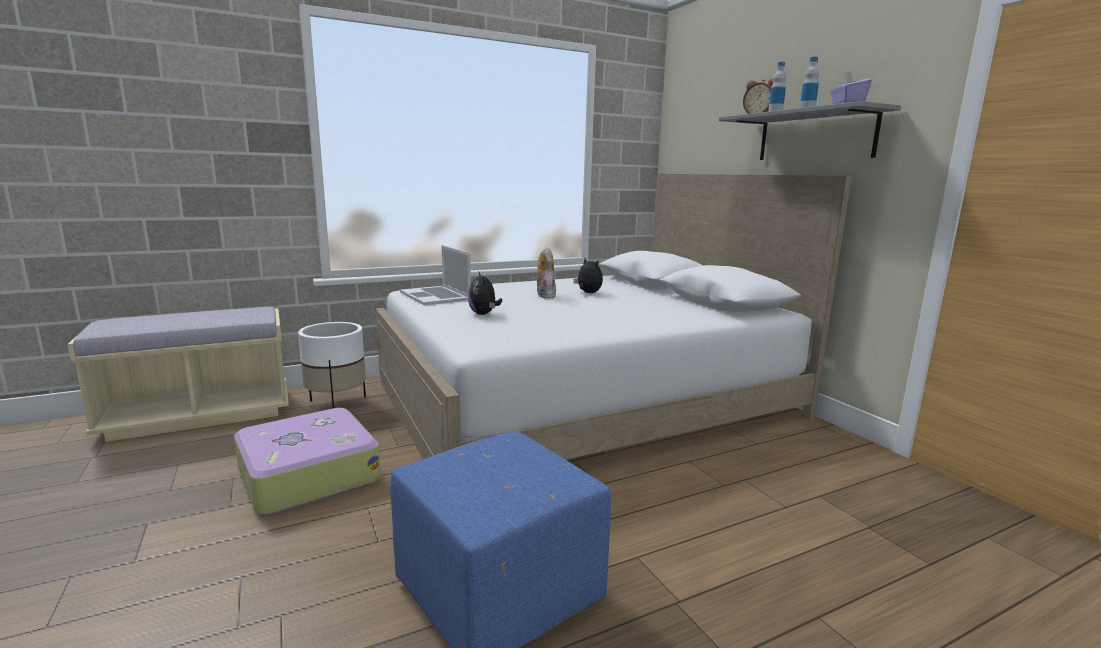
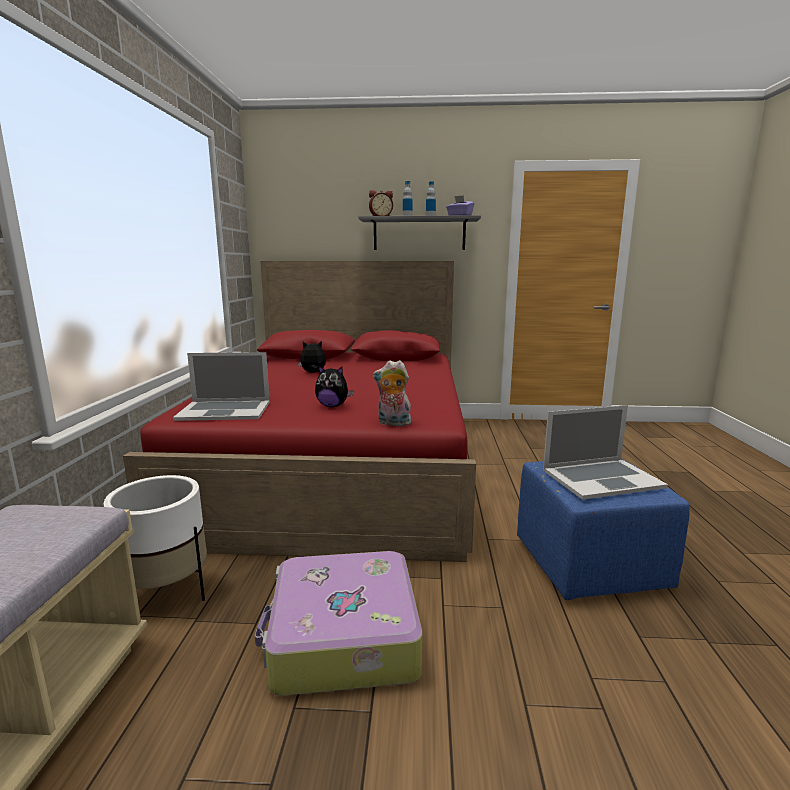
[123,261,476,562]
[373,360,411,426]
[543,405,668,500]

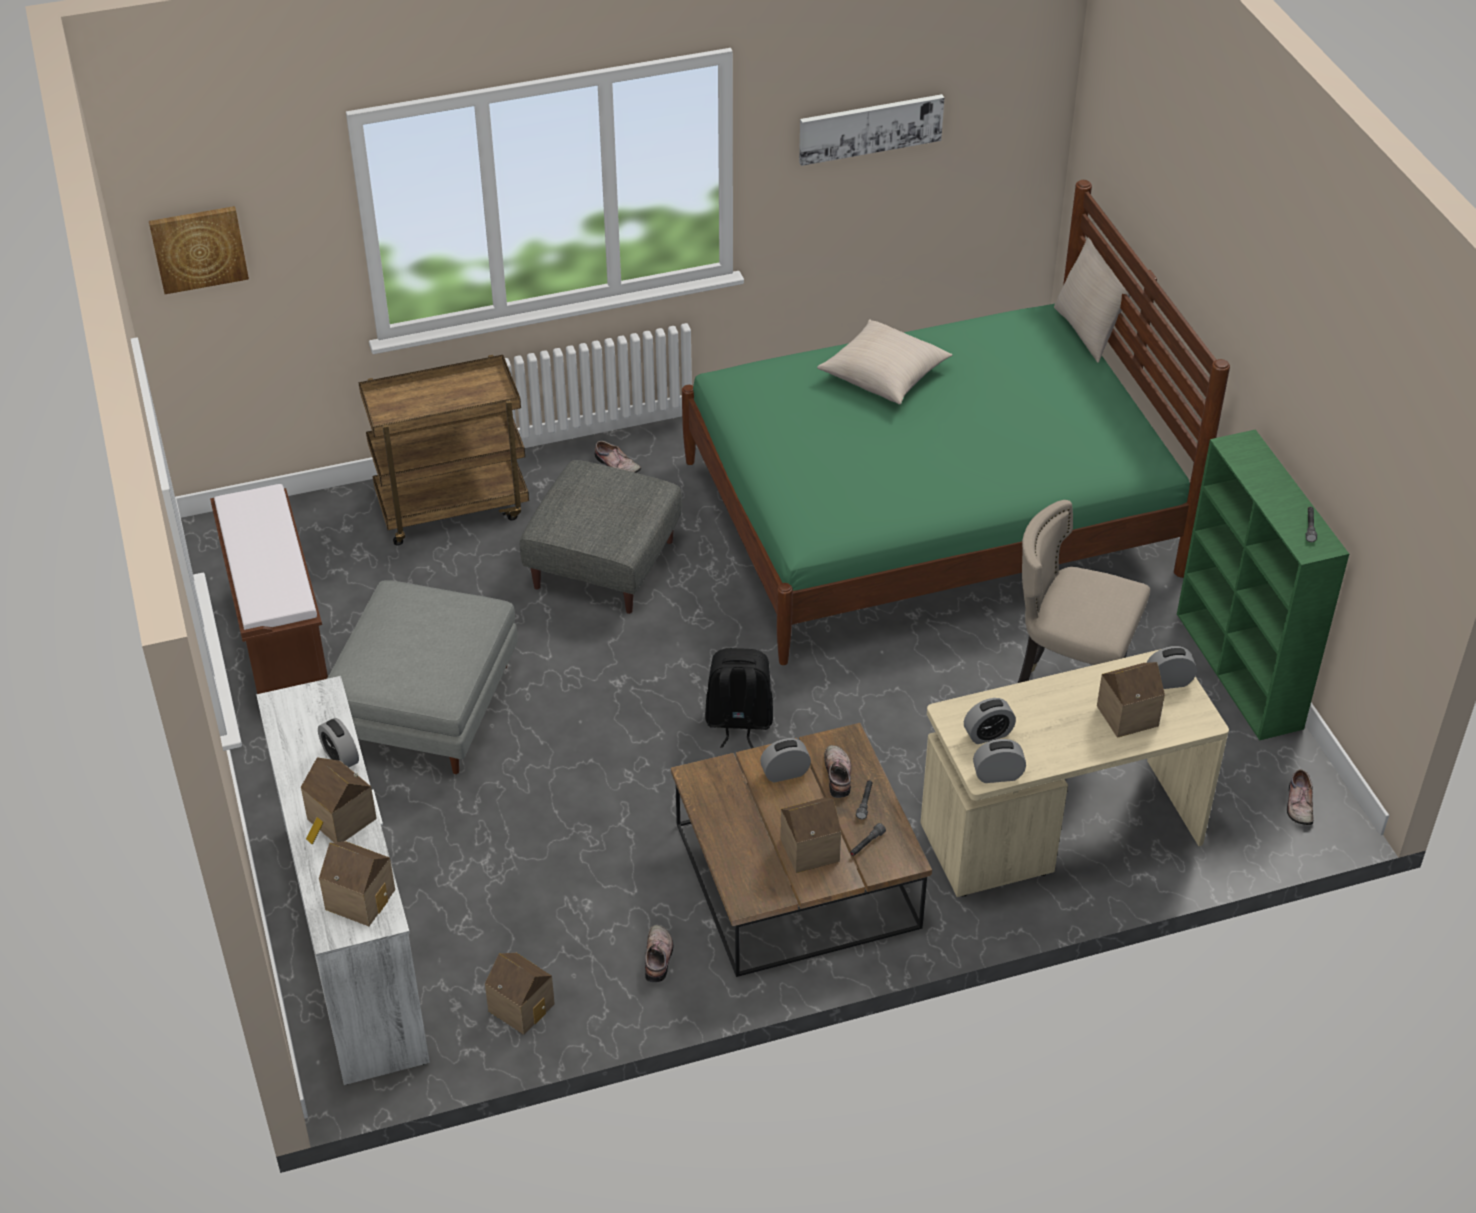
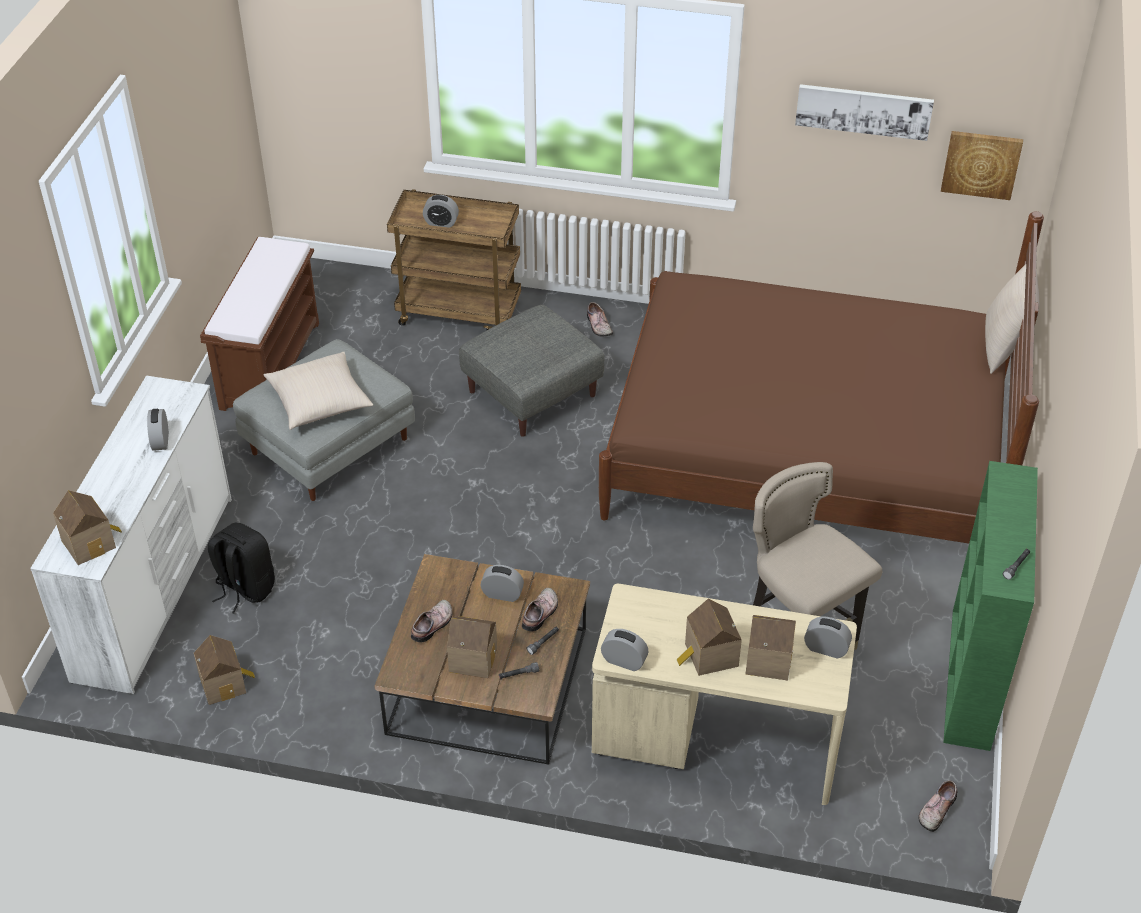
[208,522,275,613]
[264,352,373,430]
[411,600,453,642]
[423,195,459,228]
[599,211,1044,543]
[676,599,742,676]
[941,131,1023,200]

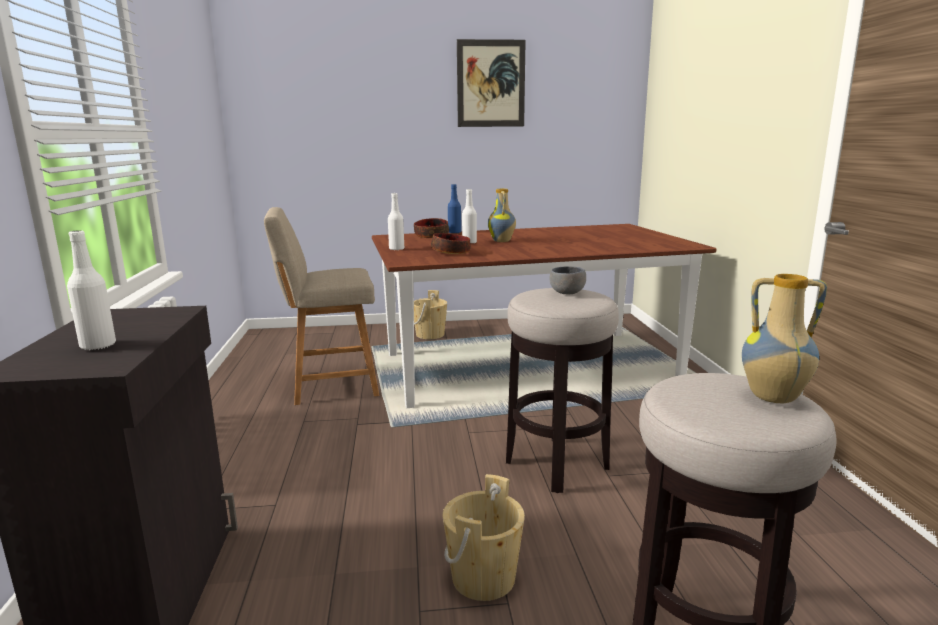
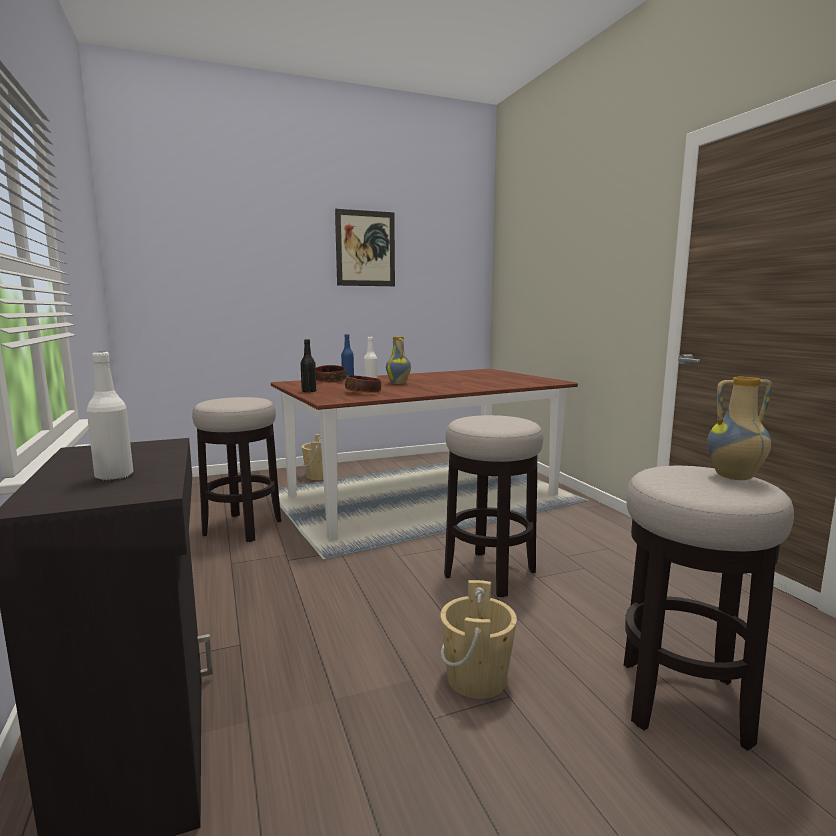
[192,397,281,542]
[301,339,316,393]
[549,266,586,294] (first image)

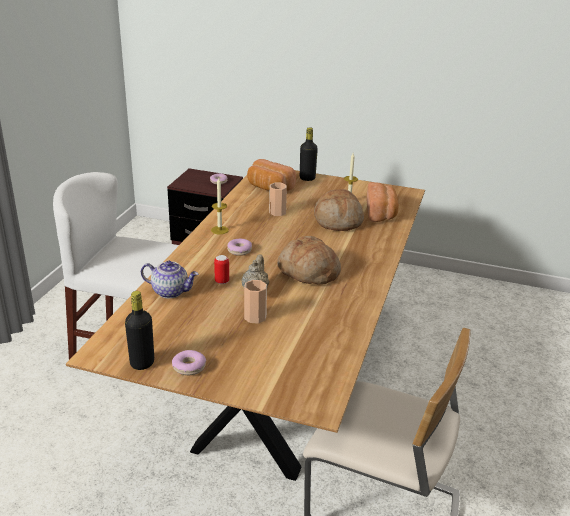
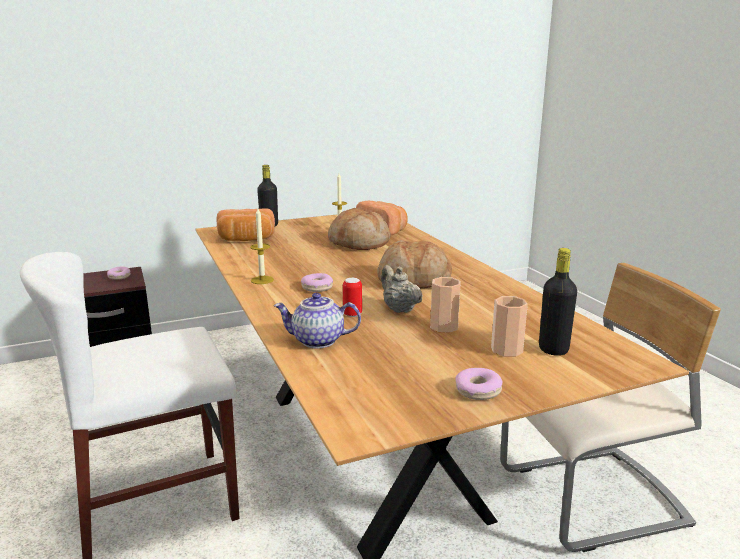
[274,293,361,348]
[491,296,528,357]
[539,248,577,356]

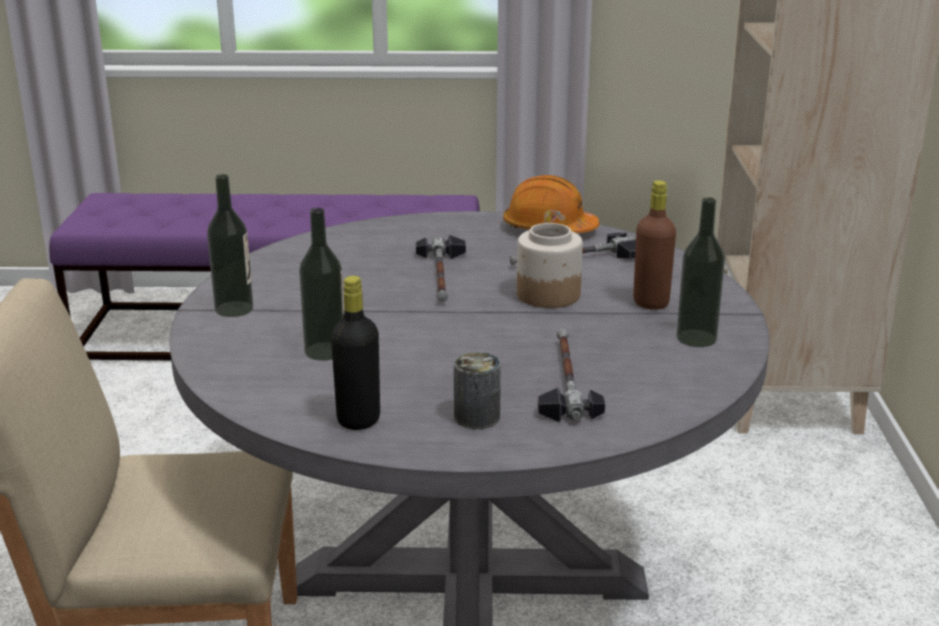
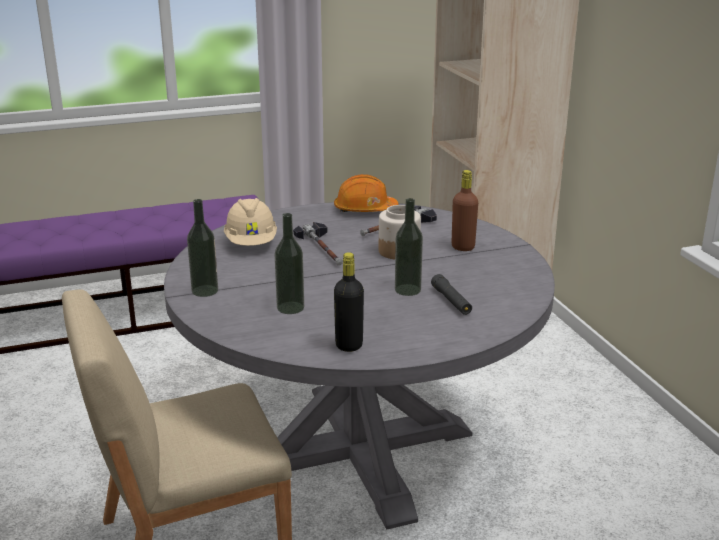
[224,198,277,246]
[395,198,423,296]
[431,274,472,315]
[454,352,501,429] (first image)

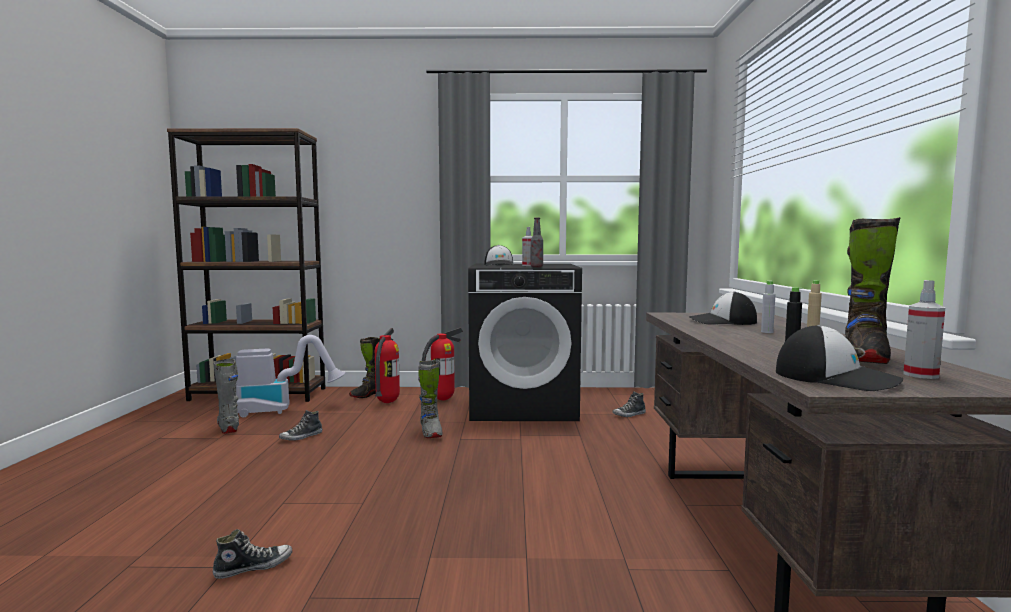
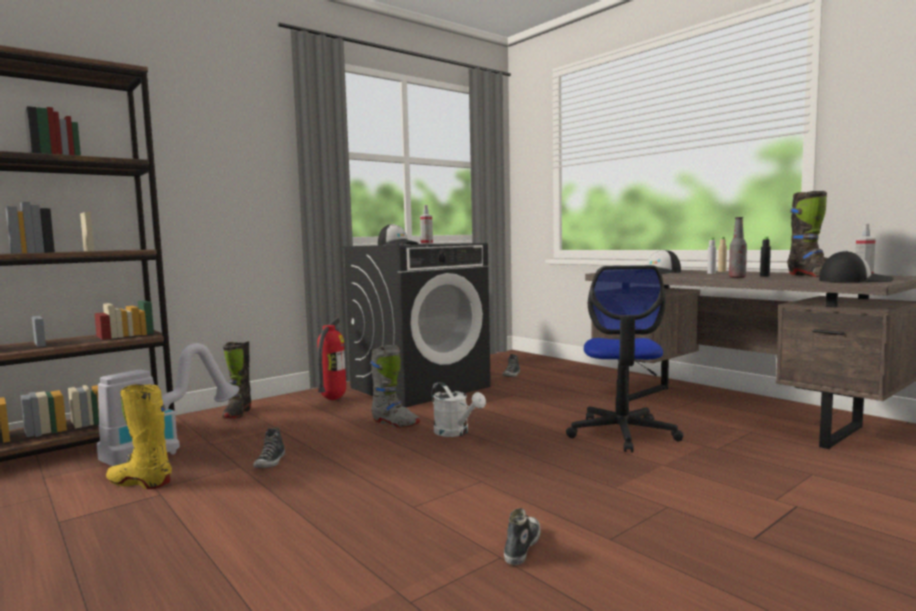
[106,384,172,489]
[432,382,486,437]
[566,265,684,453]
[729,217,747,278]
[375,328,400,403] (first image)

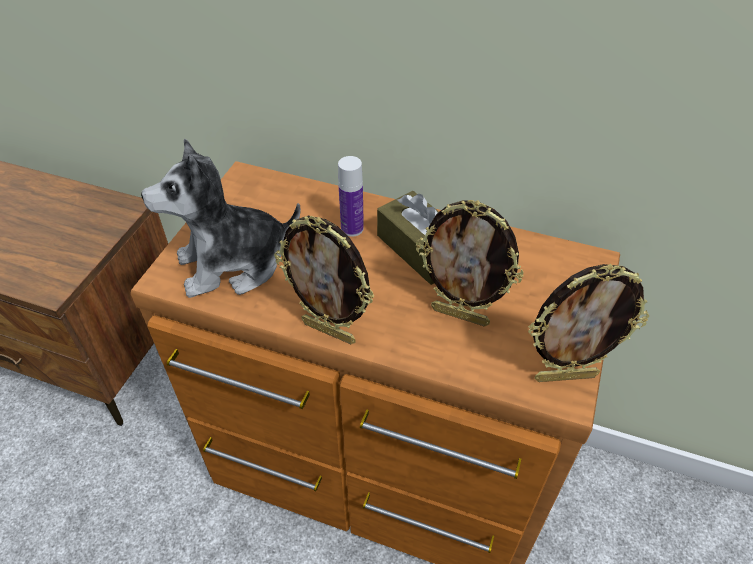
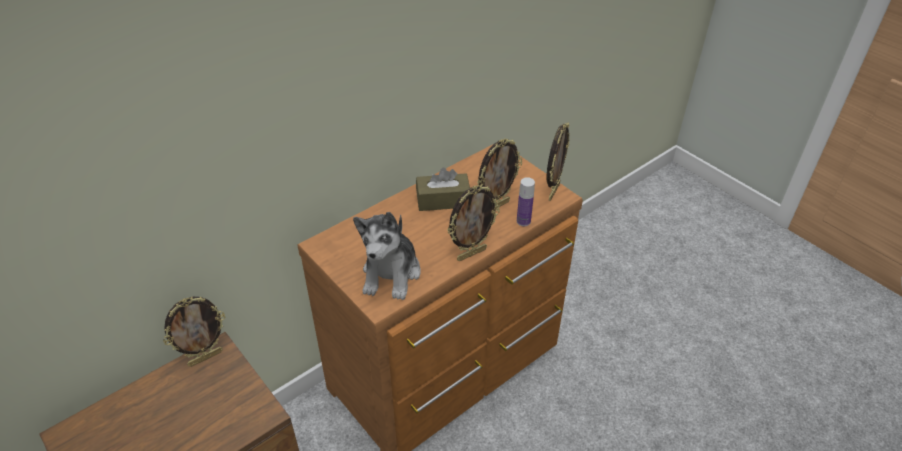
[163,296,225,367]
[517,177,535,226]

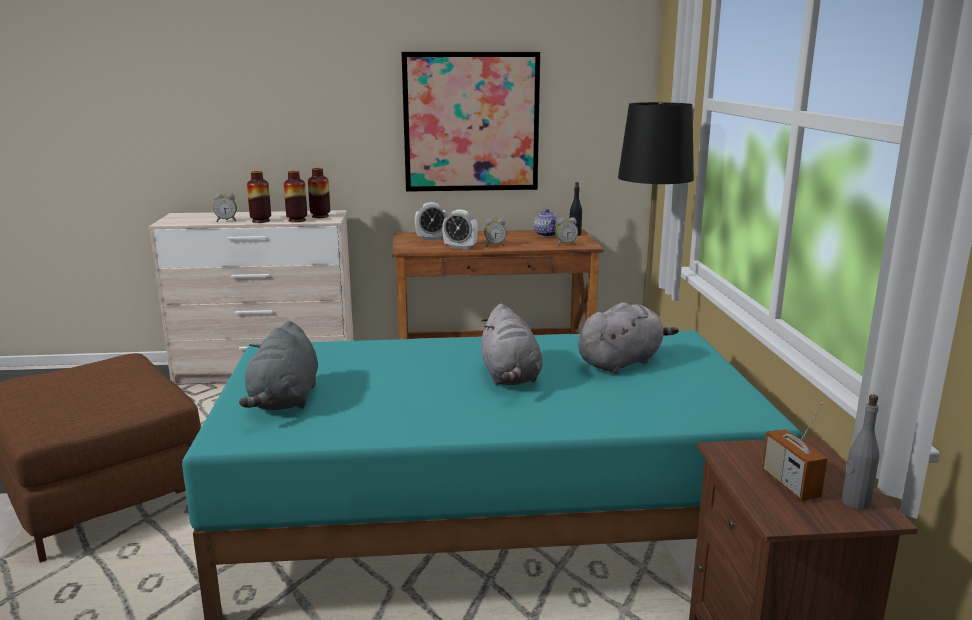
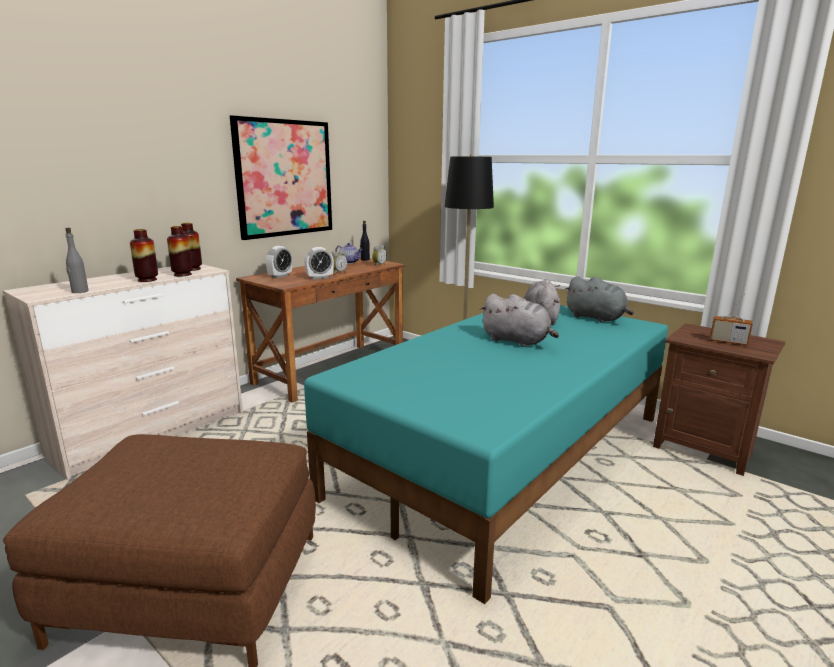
[65,228,89,293]
[564,276,634,323]
[213,193,237,222] (first image)

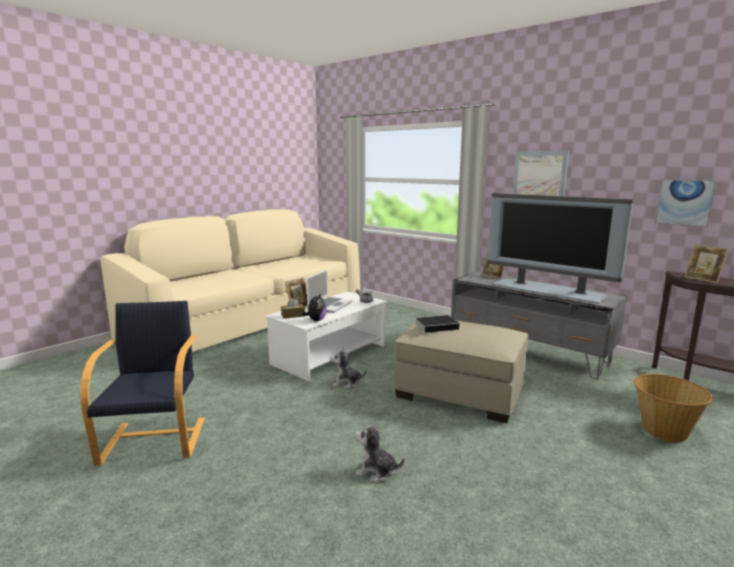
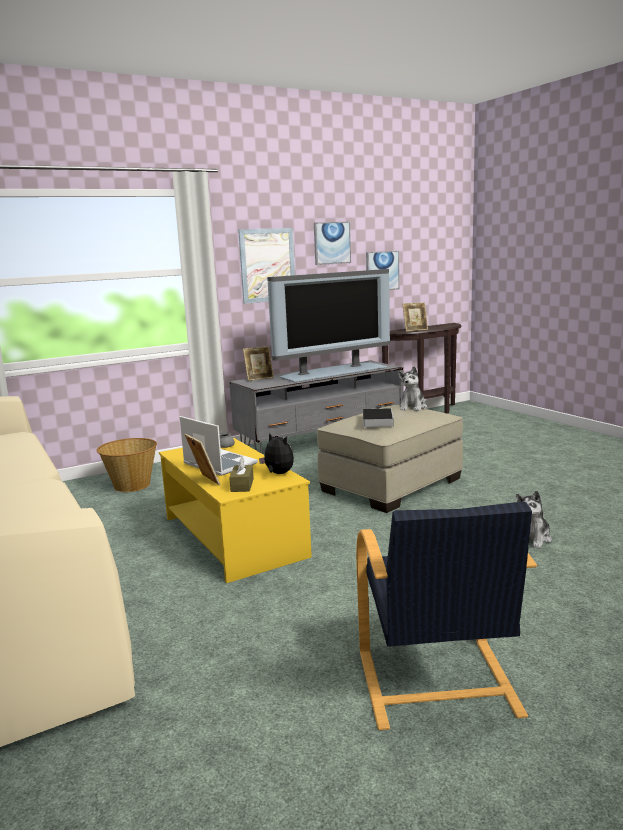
[96,438,157,492]
[159,438,312,583]
[314,222,351,265]
[356,502,537,730]
[398,366,427,411]

